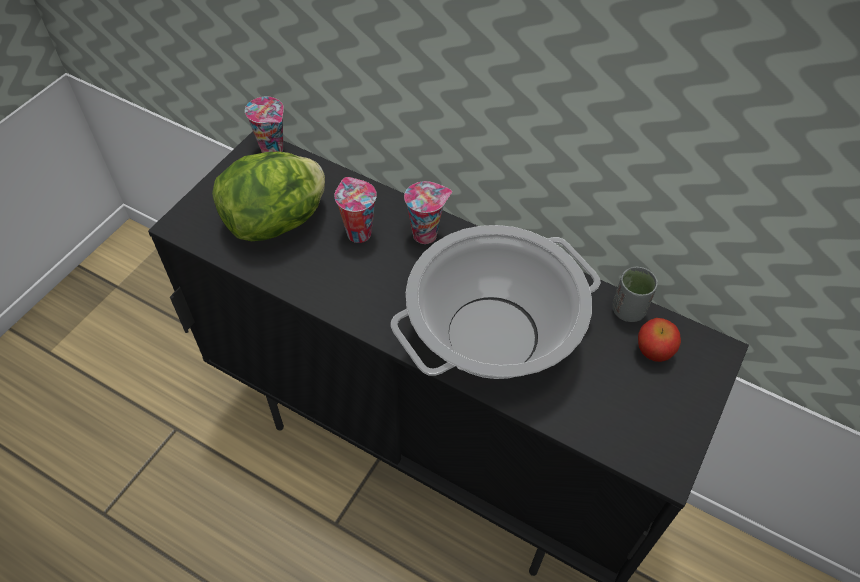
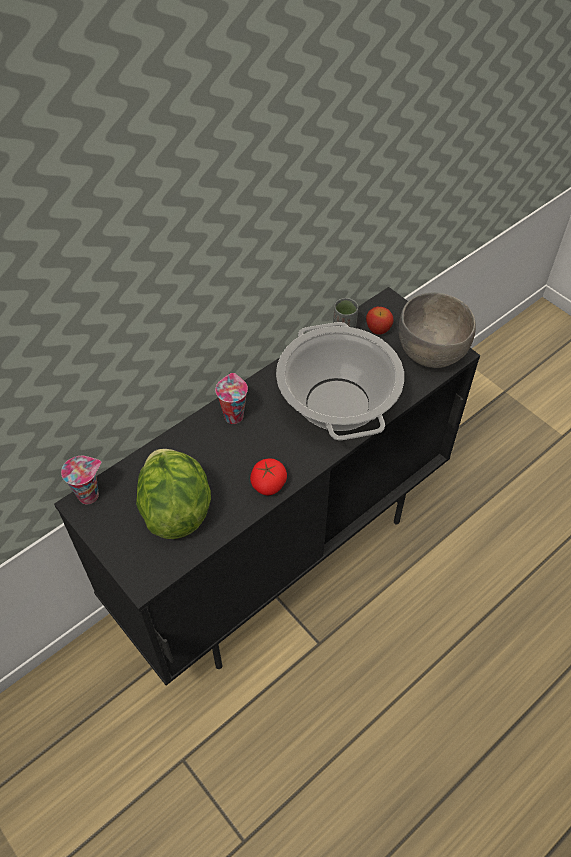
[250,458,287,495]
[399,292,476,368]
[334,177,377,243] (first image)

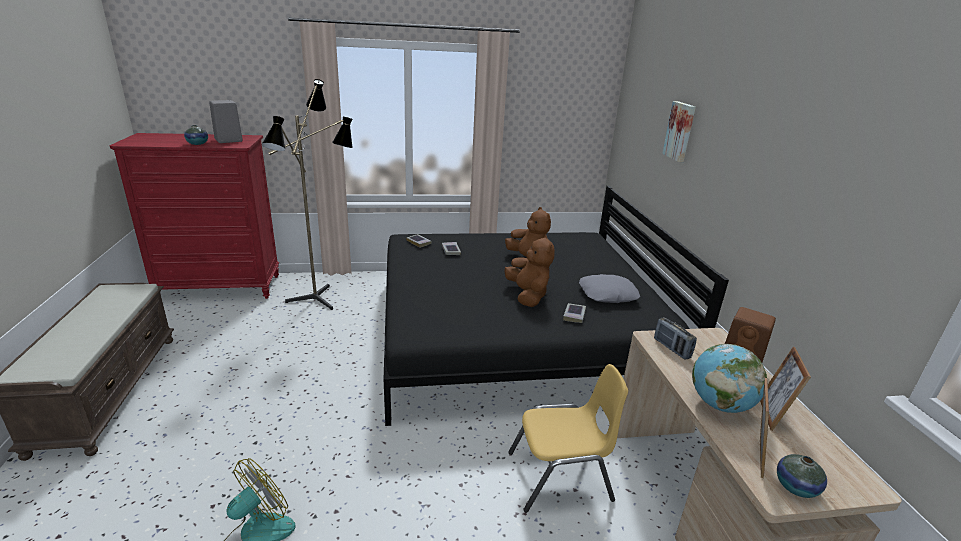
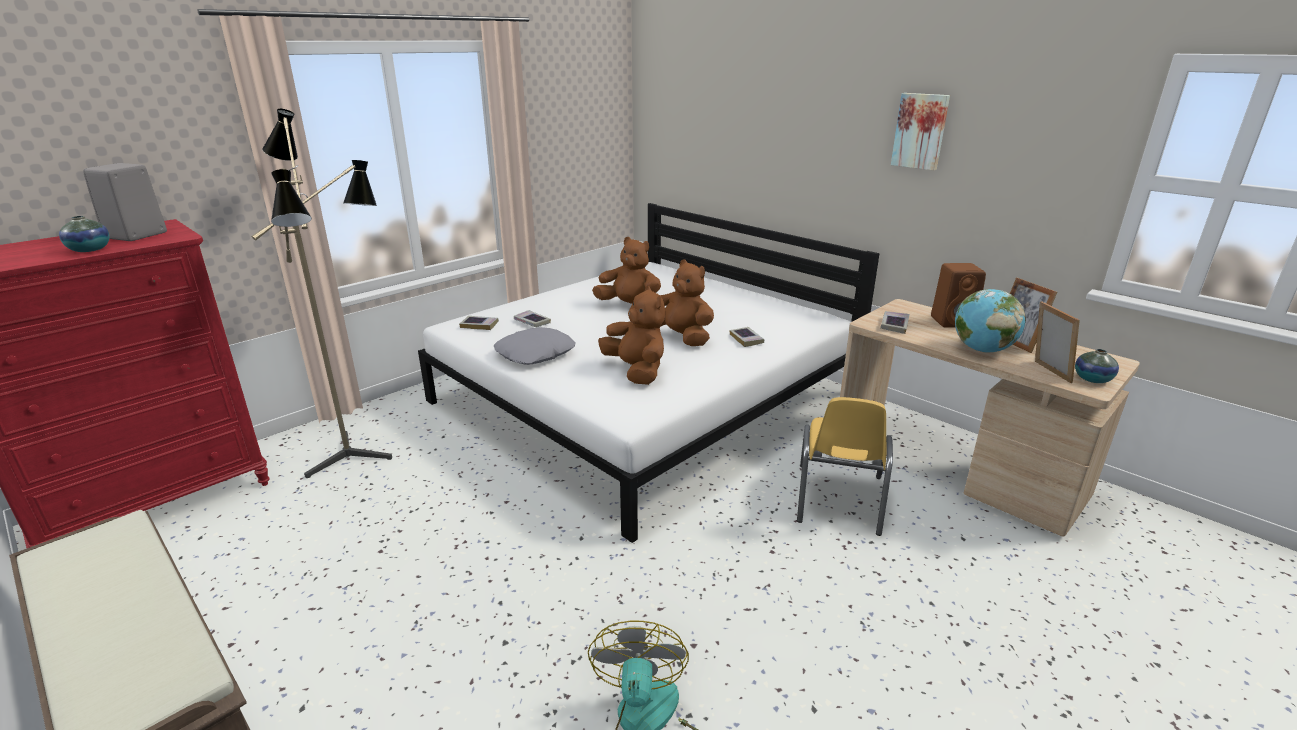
[418,203,880,543]
[494,328,576,365]
[598,286,665,385]
[797,397,893,536]
[880,311,910,334]
[891,93,950,171]

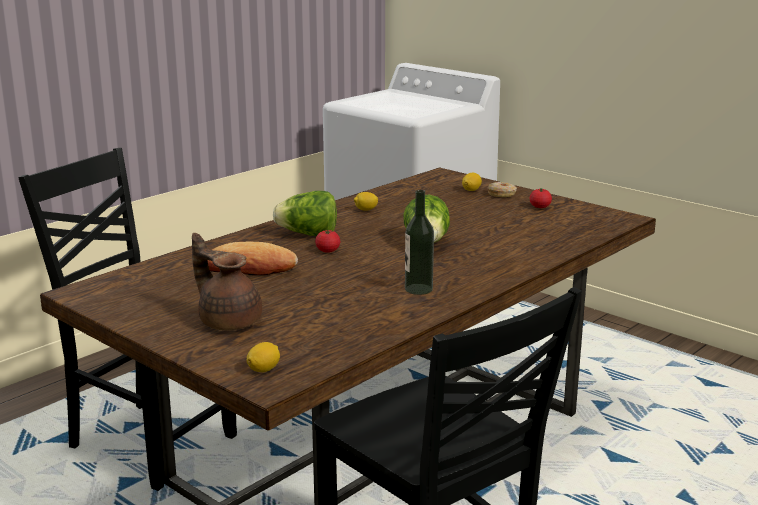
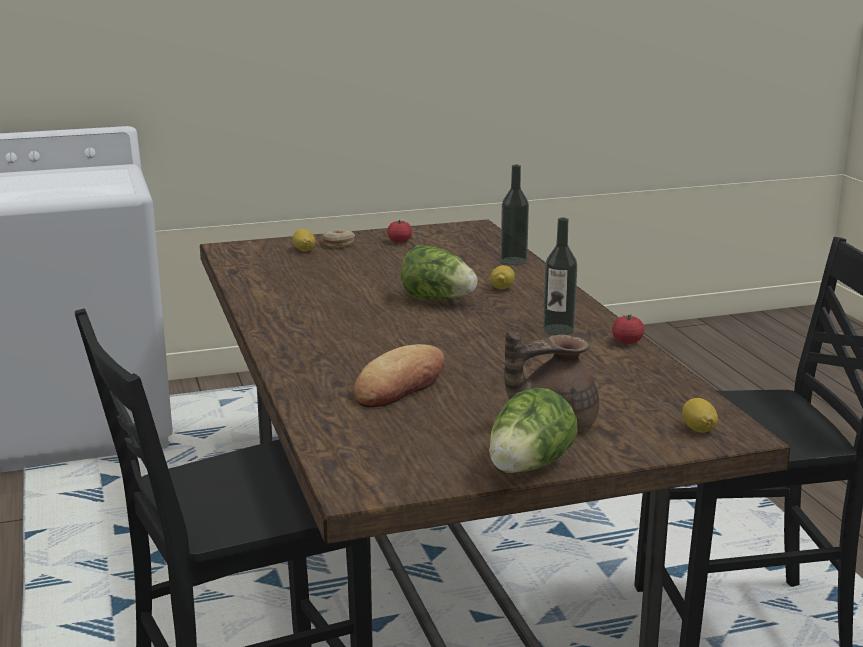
[489,388,578,473]
[490,265,515,289]
[501,164,529,265]
[612,314,644,344]

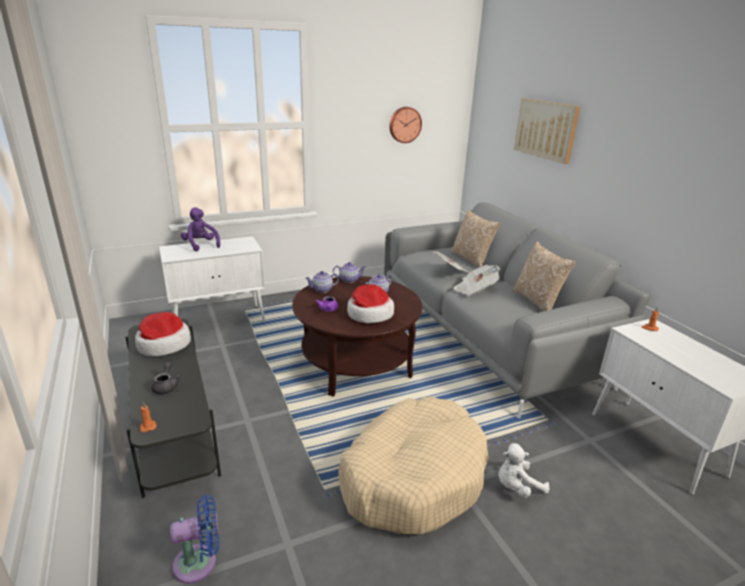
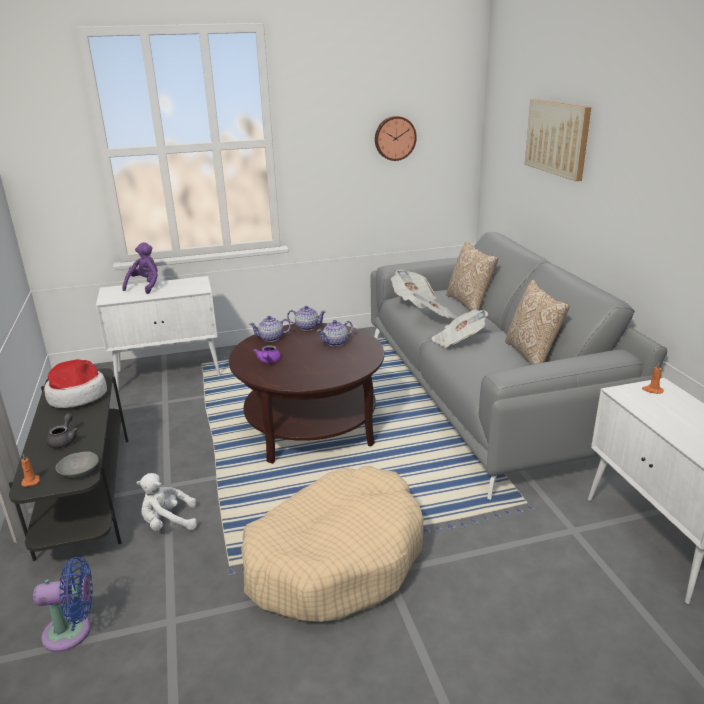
[56,451,99,477]
[122,242,158,294]
[137,473,197,531]
[391,270,436,308]
[347,284,394,323] (first image)

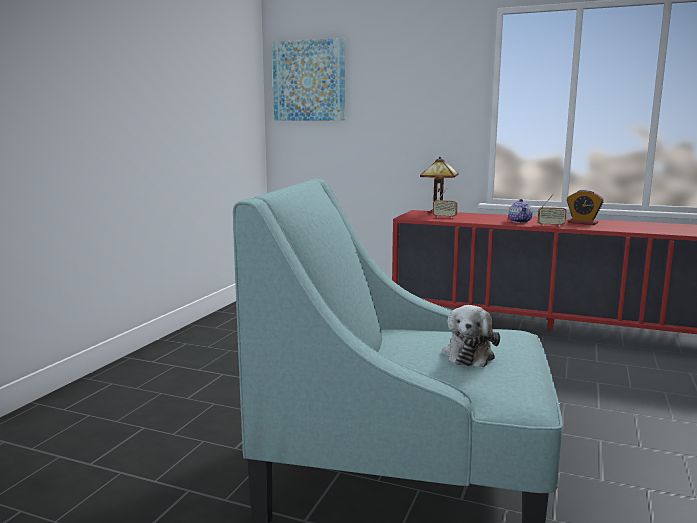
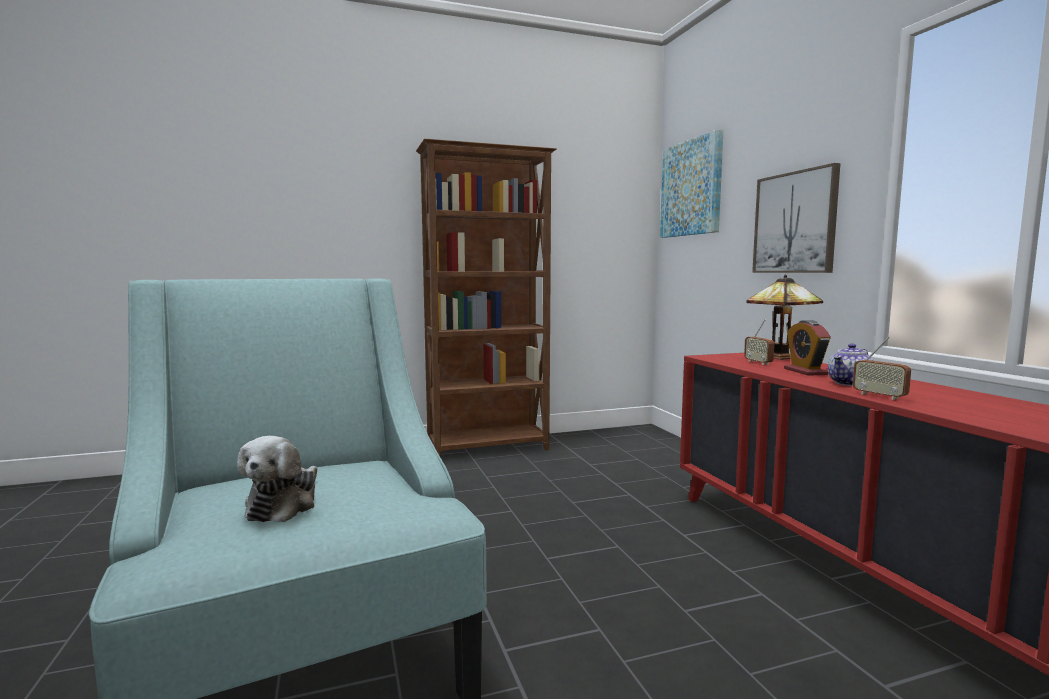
[237,436,317,522]
[416,139,557,458]
[752,163,840,273]
[784,320,831,375]

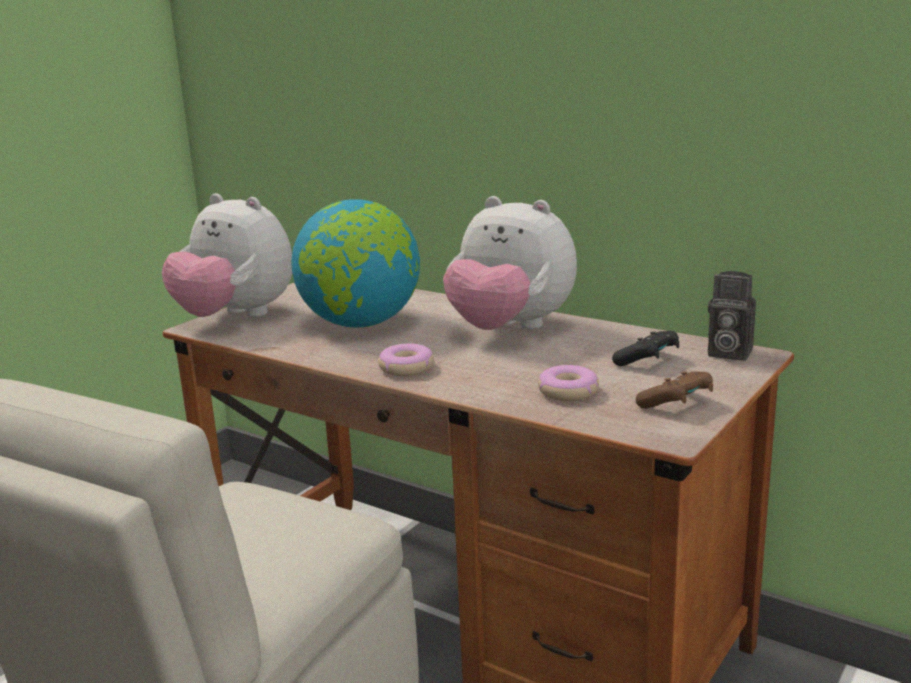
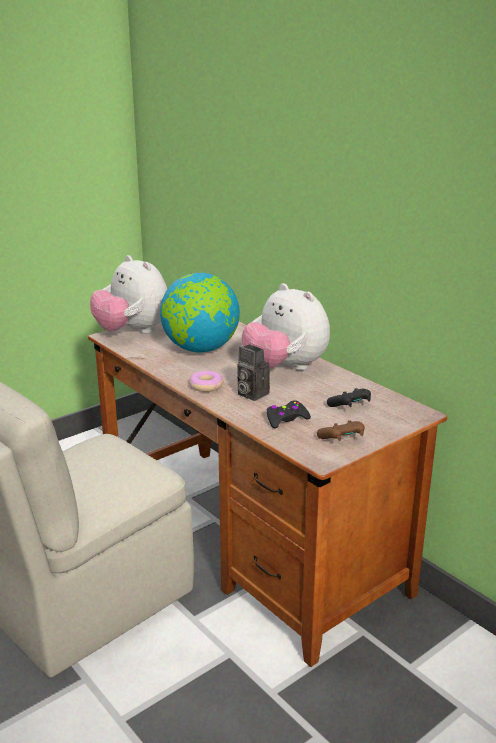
[237,344,270,401]
[267,401,311,428]

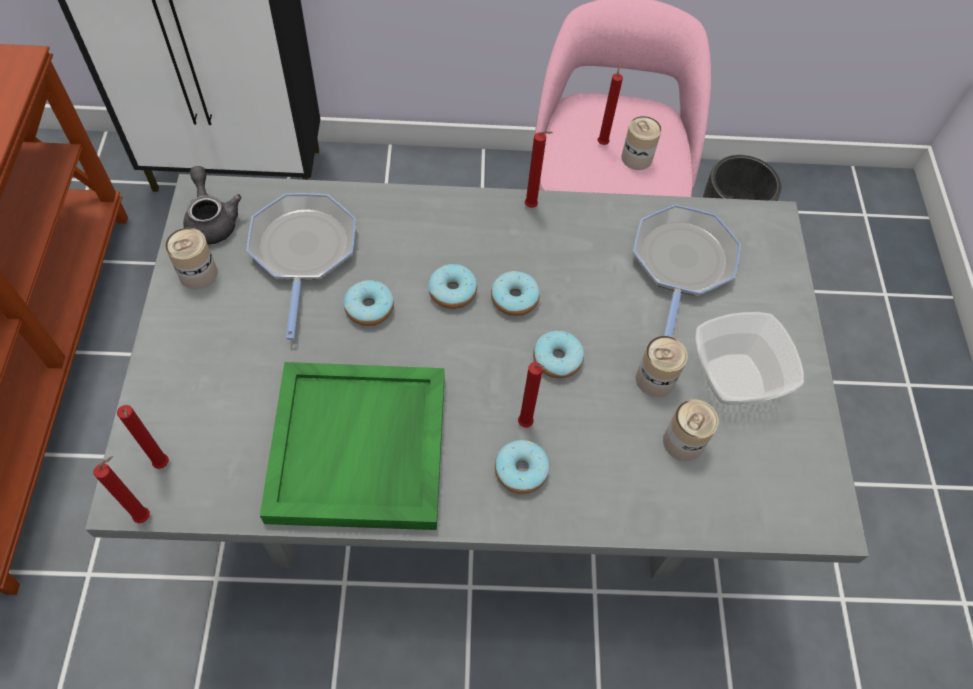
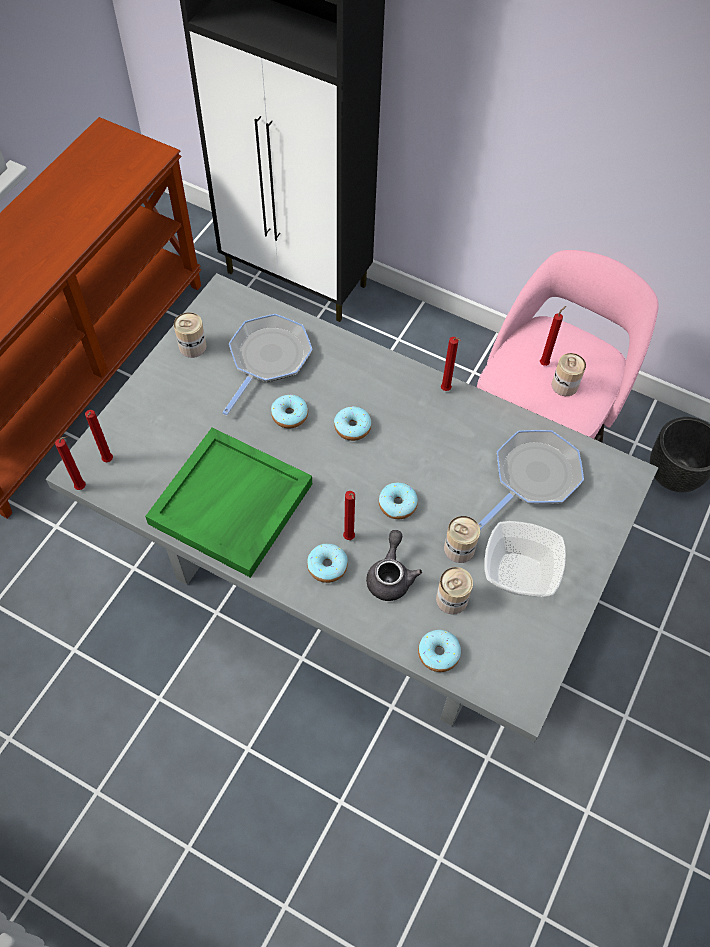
[366,530,422,601]
[418,630,461,672]

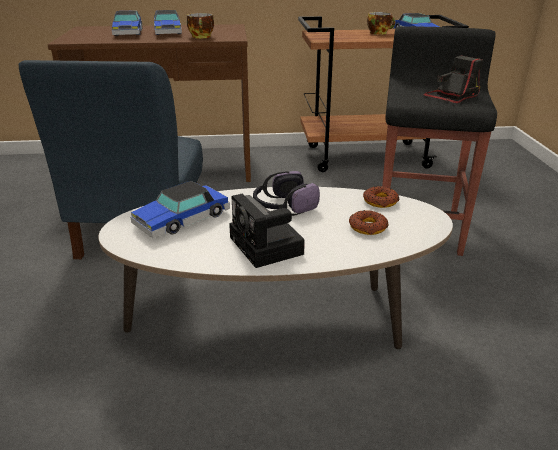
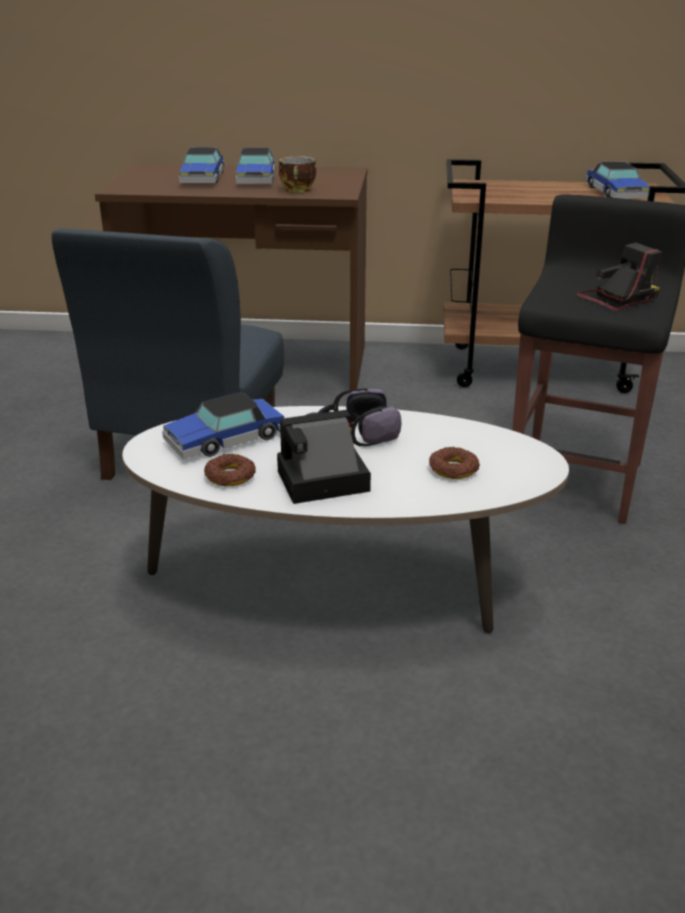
[204,453,256,486]
[277,410,371,504]
[367,12,395,35] (first image)

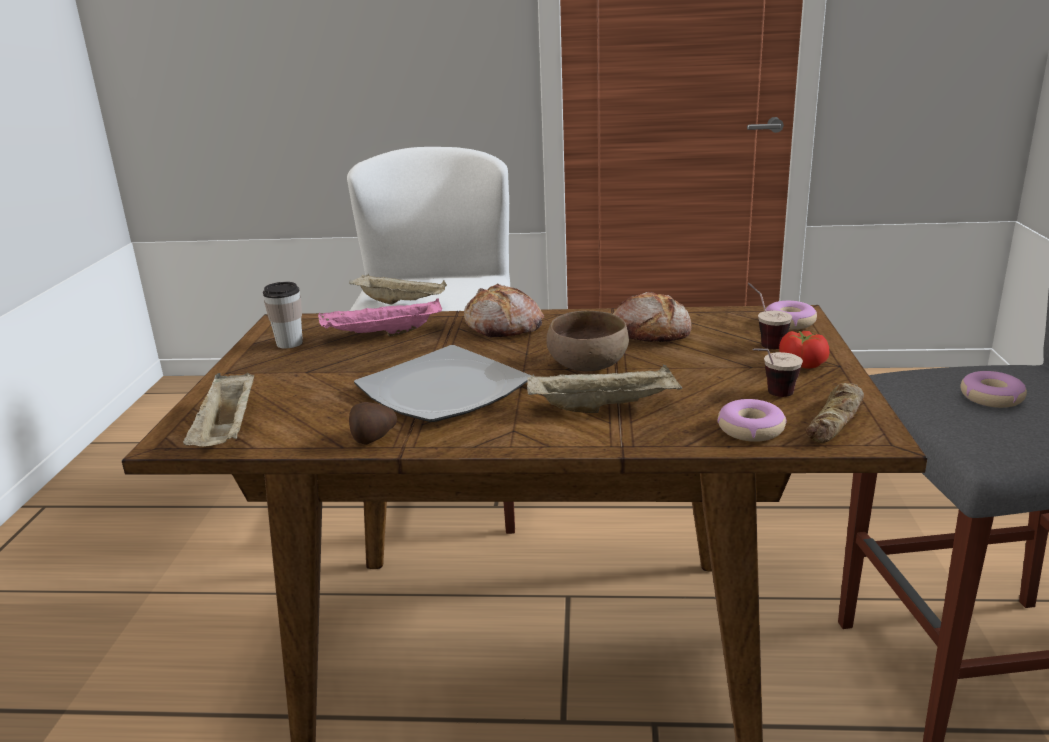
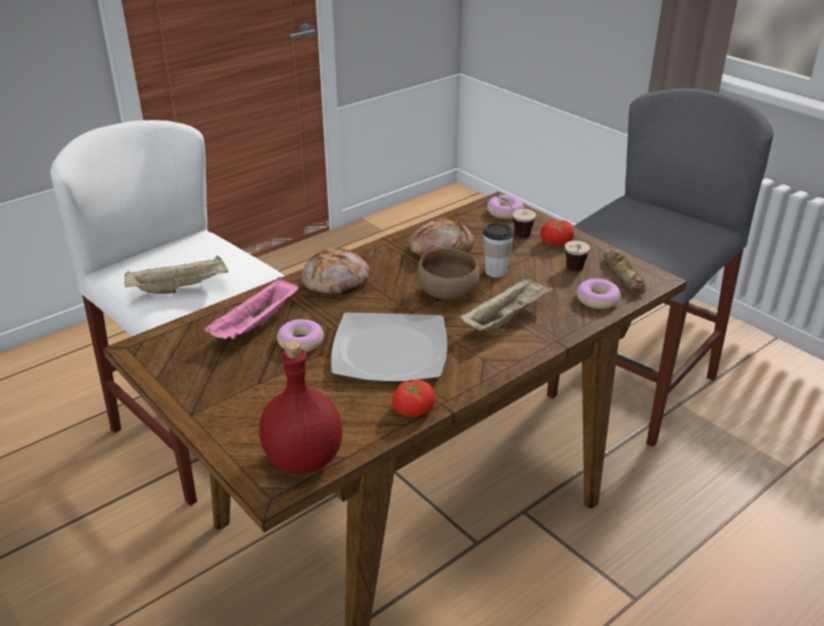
[259,340,342,474]
[277,319,324,352]
[392,380,436,417]
[483,223,514,278]

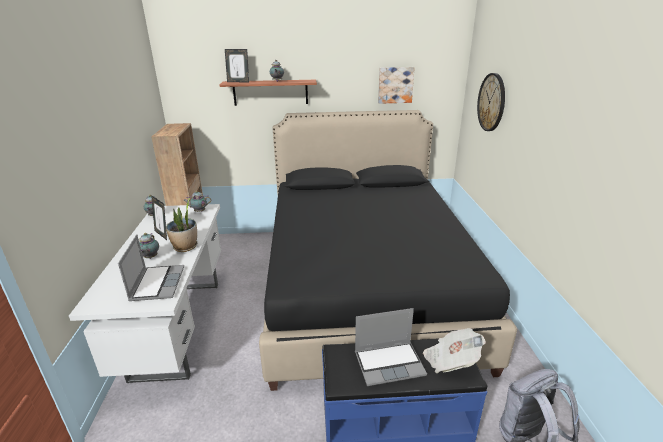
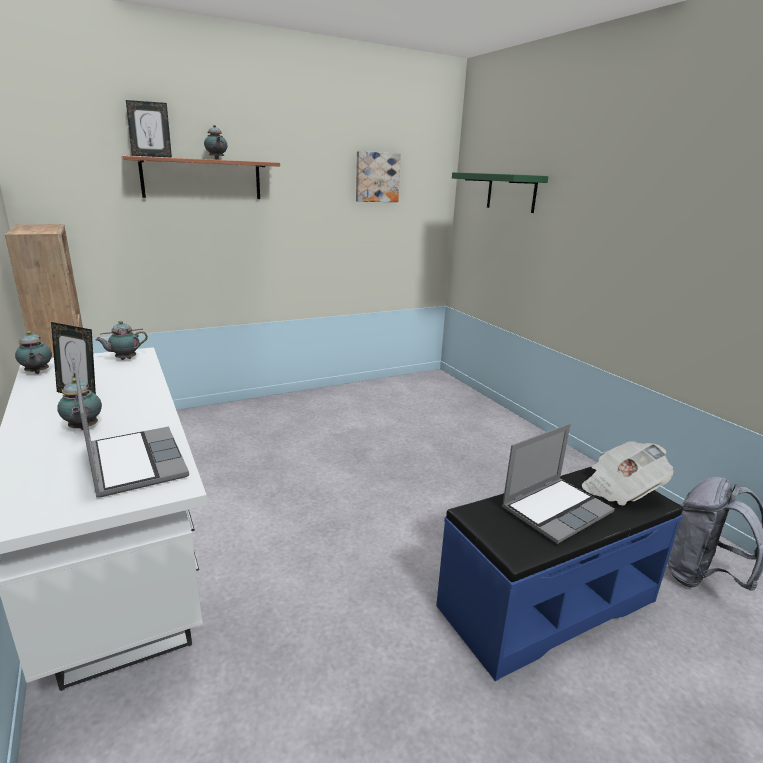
[452,172,548,213]
[166,198,197,252] (first image)
[259,110,517,391] (first image)

